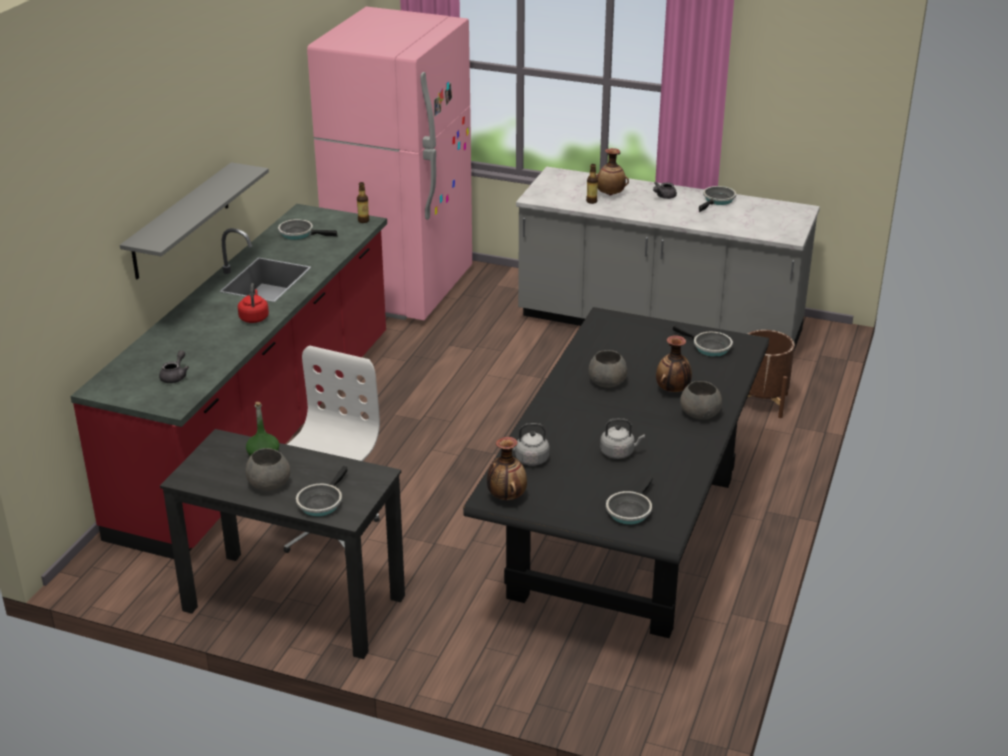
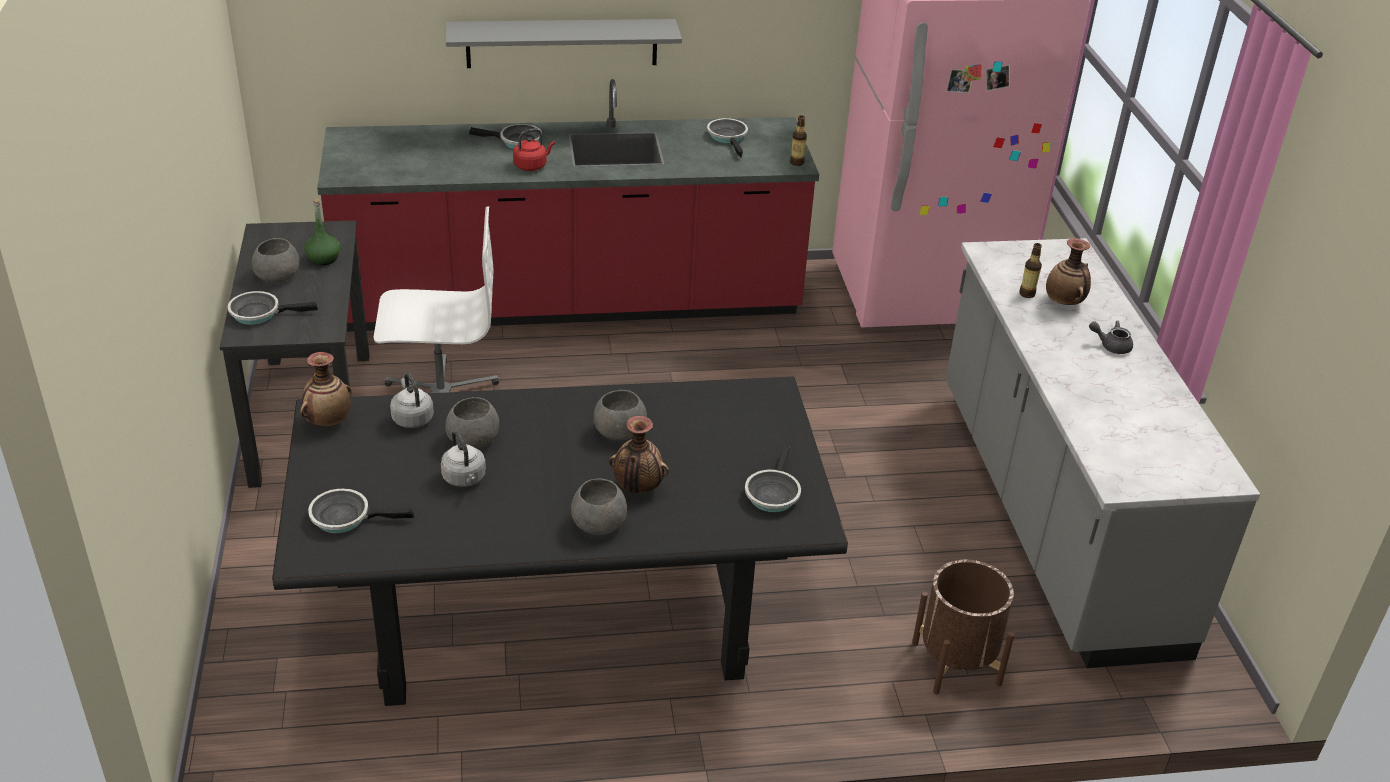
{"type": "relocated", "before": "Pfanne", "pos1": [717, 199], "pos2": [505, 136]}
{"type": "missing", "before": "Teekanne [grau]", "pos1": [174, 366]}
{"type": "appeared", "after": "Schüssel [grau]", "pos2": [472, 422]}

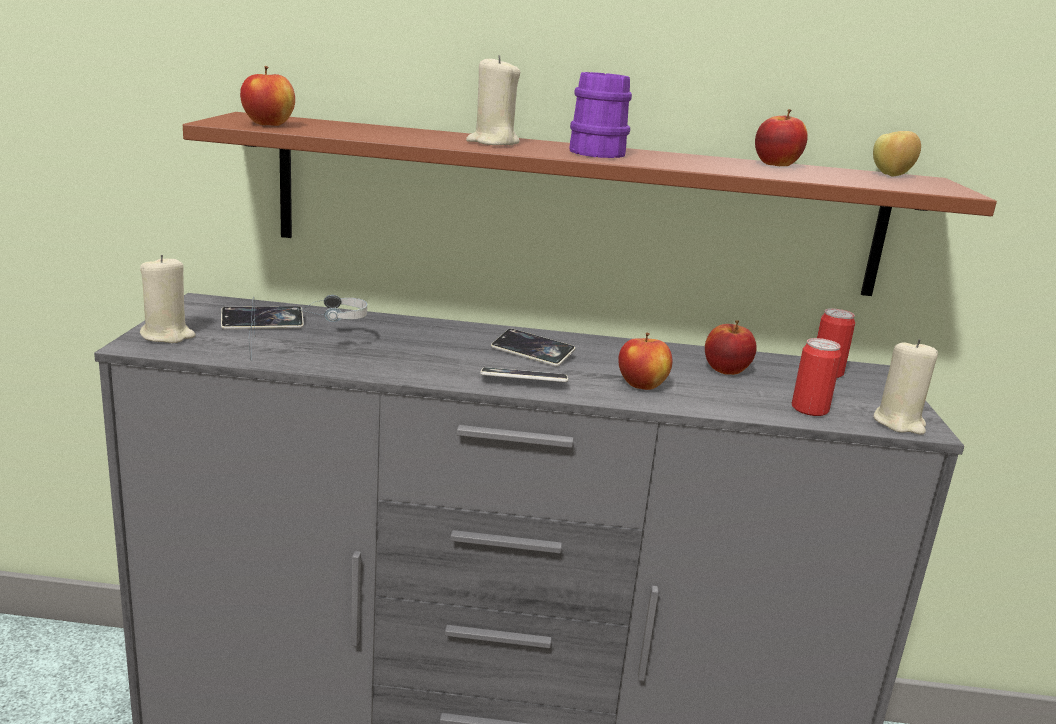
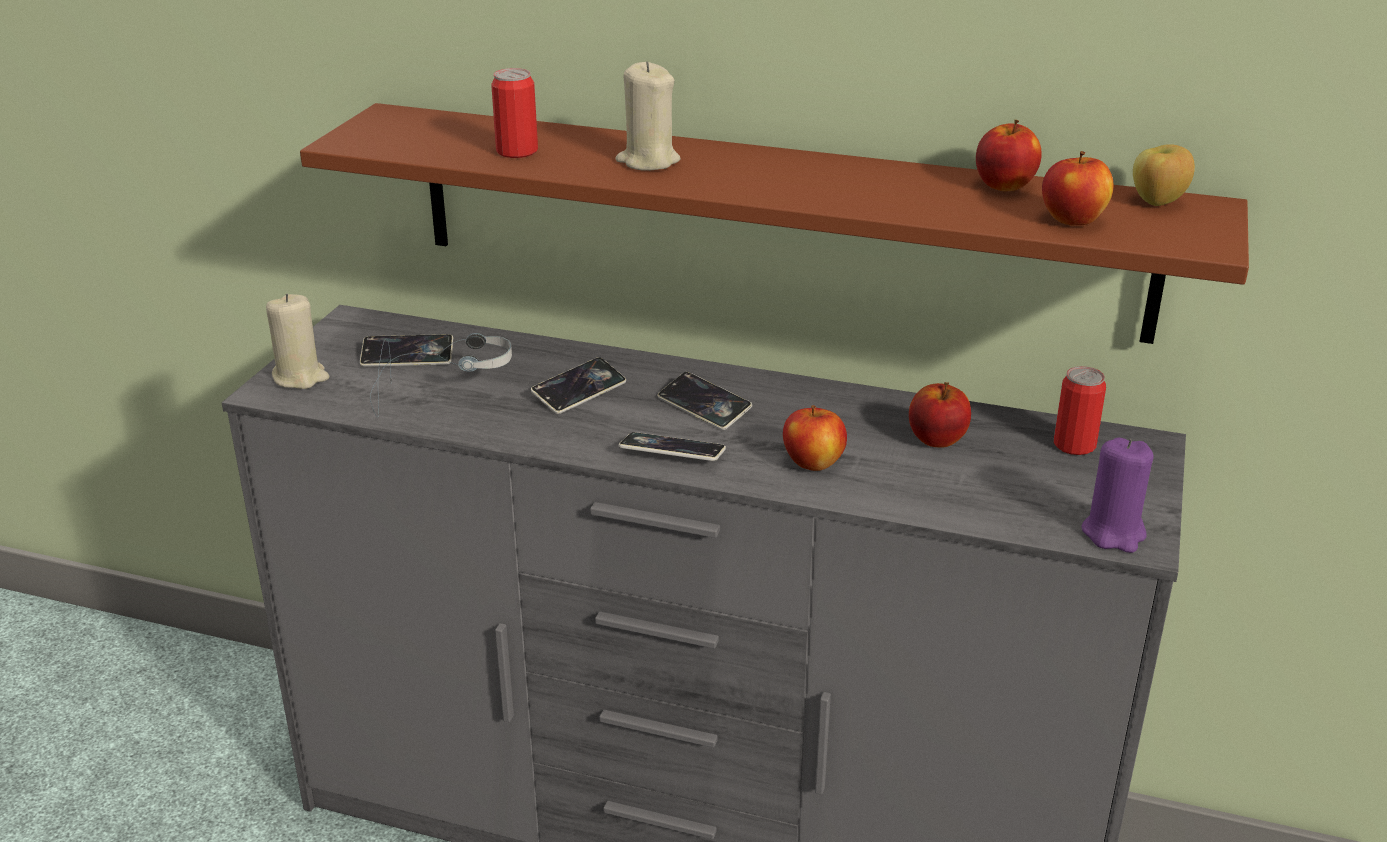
{"type": "relocated", "before": "Apfel", "pos1": [267, 96], "pos2": [1078, 188]}
{"type": "missing", "before": "Henkelbecher [lila]", "pos1": [600, 115]}
{"type": "relocated", "before": "Dose", "pos1": [816, 377], "pos2": [514, 113]}
{"type": "colour", "before": "Kerze [beige]", "after": "Kerze [lila]", "pos1": [905, 386], "pos2": [1117, 495]}
{"type": "appeared", "after": "Handy", "pos2": [578, 385]}

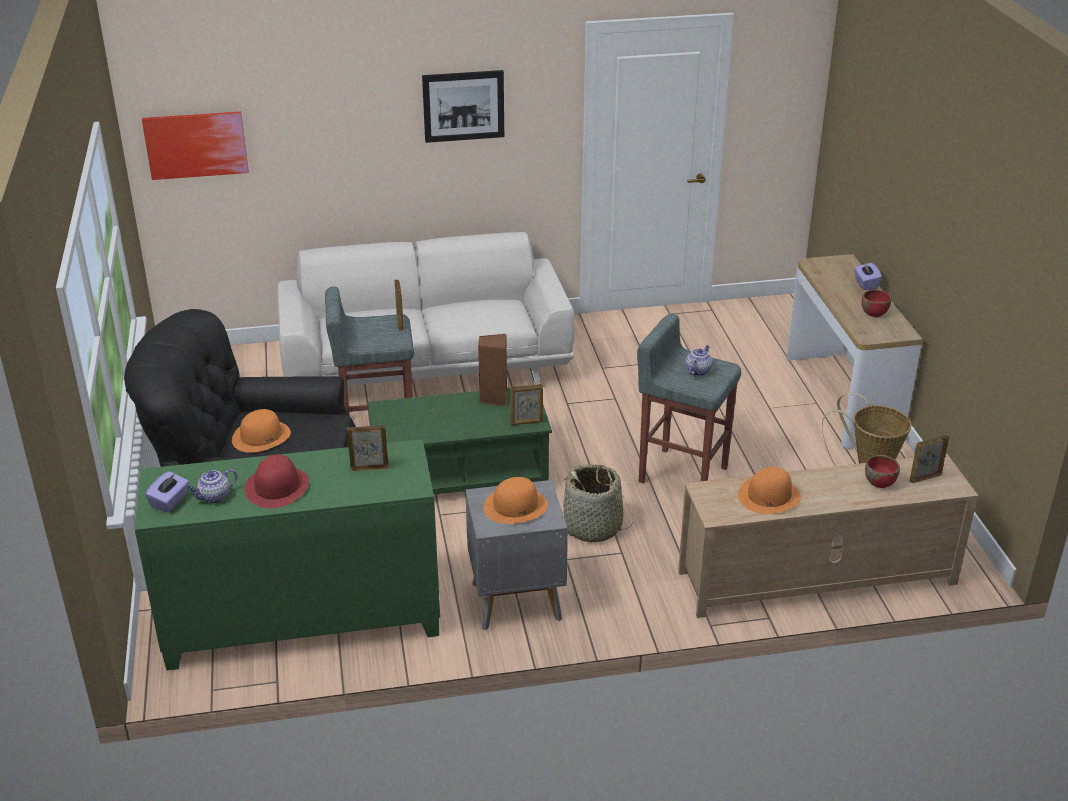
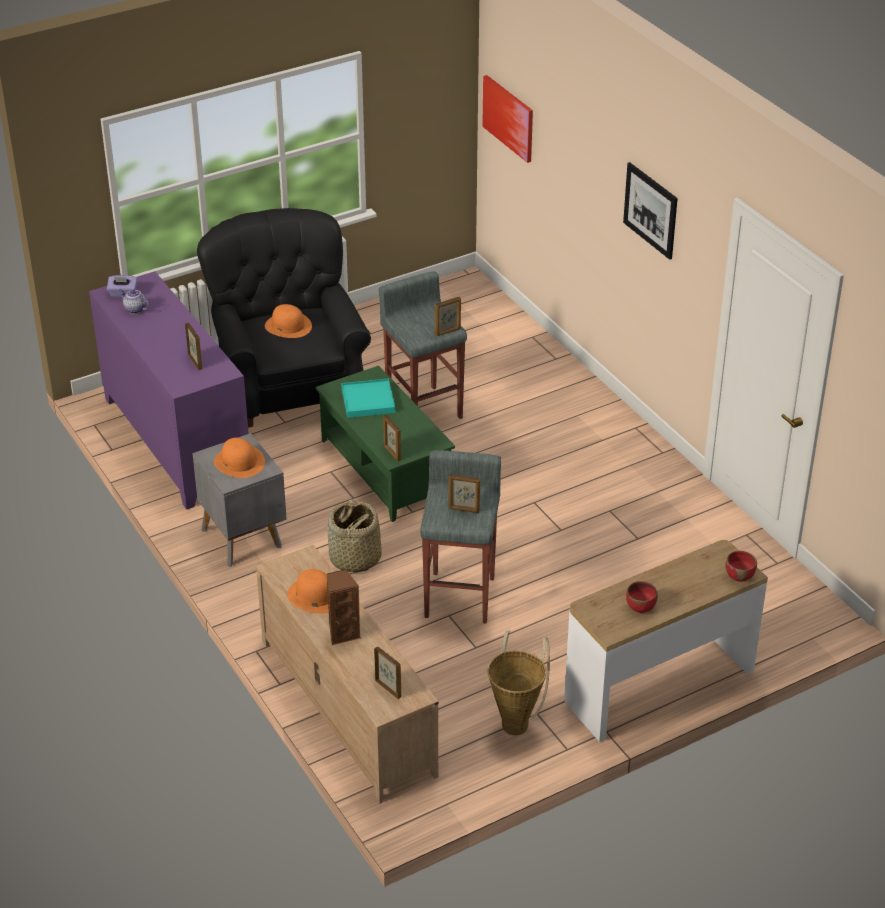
{"type": "missing", "before": "Sofa [weiß]", "pos1": [425, 309]}
{"type": "missing", "before": "Taschentuchbox [lila]", "pos1": [868, 276]}
{"type": "relocated", "before": "Lautsprecher [braun]", "pos1": [492, 370], "pos2": [344, 607]}
{"type": "exchanged", "before": "Teekanne", "after": "Bilderrahmen", "pos1": [699, 360], "pos2": [464, 493]}
{"type": "colour", "before": "Schrank [grün]", "after": "Schrank [lila]", "pos1": [287, 554], "pos2": [169, 390]}
{"type": "missing", "before": "Hut [rot]", "pos1": [277, 481]}
{"type": "relocated", "before": "Schüssel [rot]", "pos1": [882, 471], "pos2": [741, 566]}
{"type": "appeared", "after": "Tablett [türkis]", "pos2": [368, 398]}

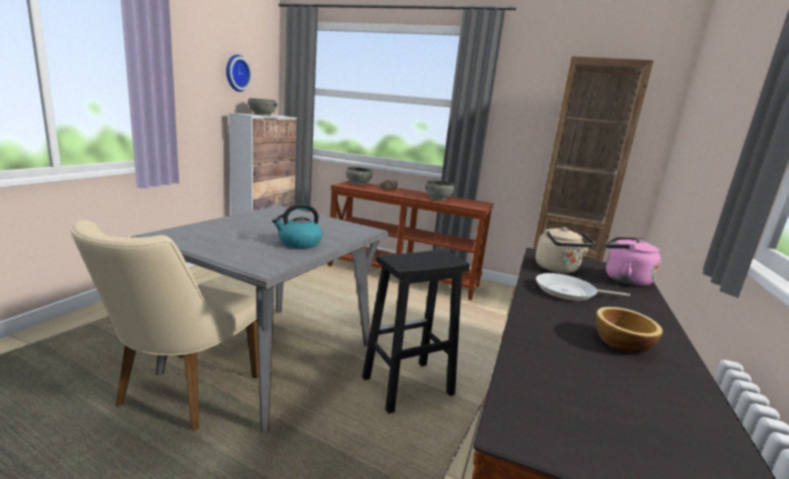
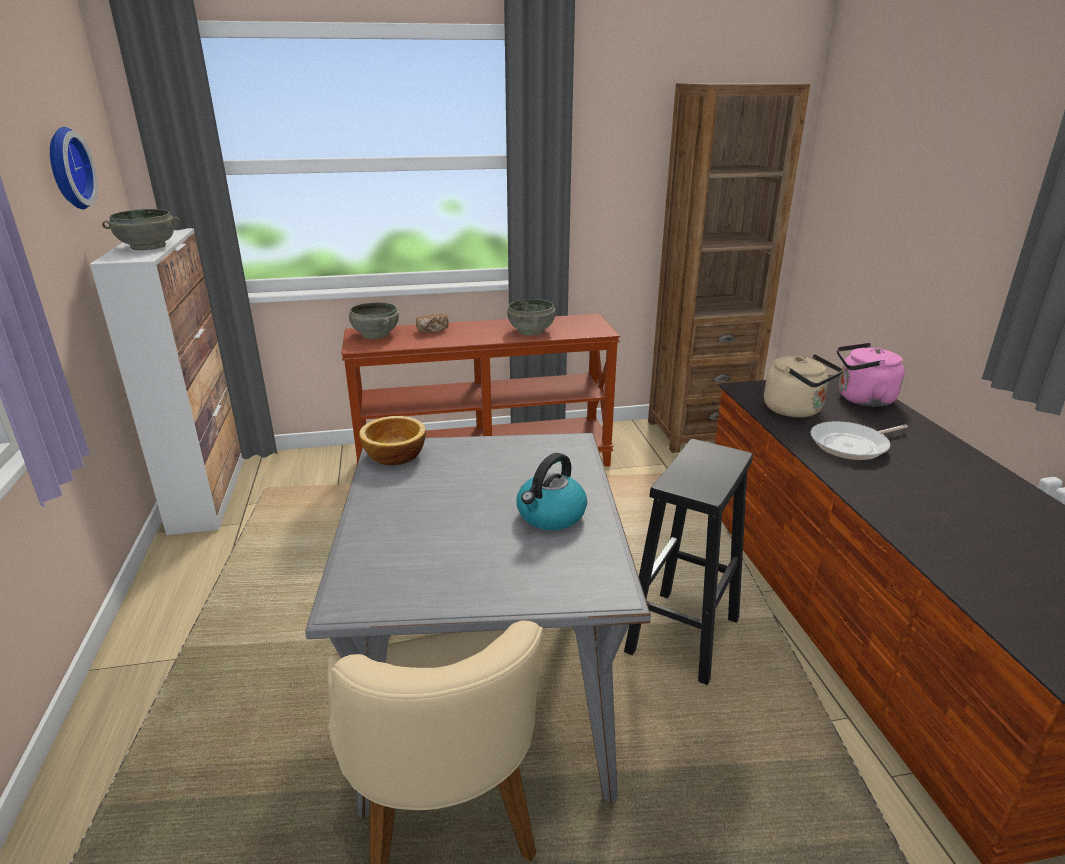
{"type": "relocated", "before": "Schüssel", "pos1": [629, 330], "pos2": [392, 441]}

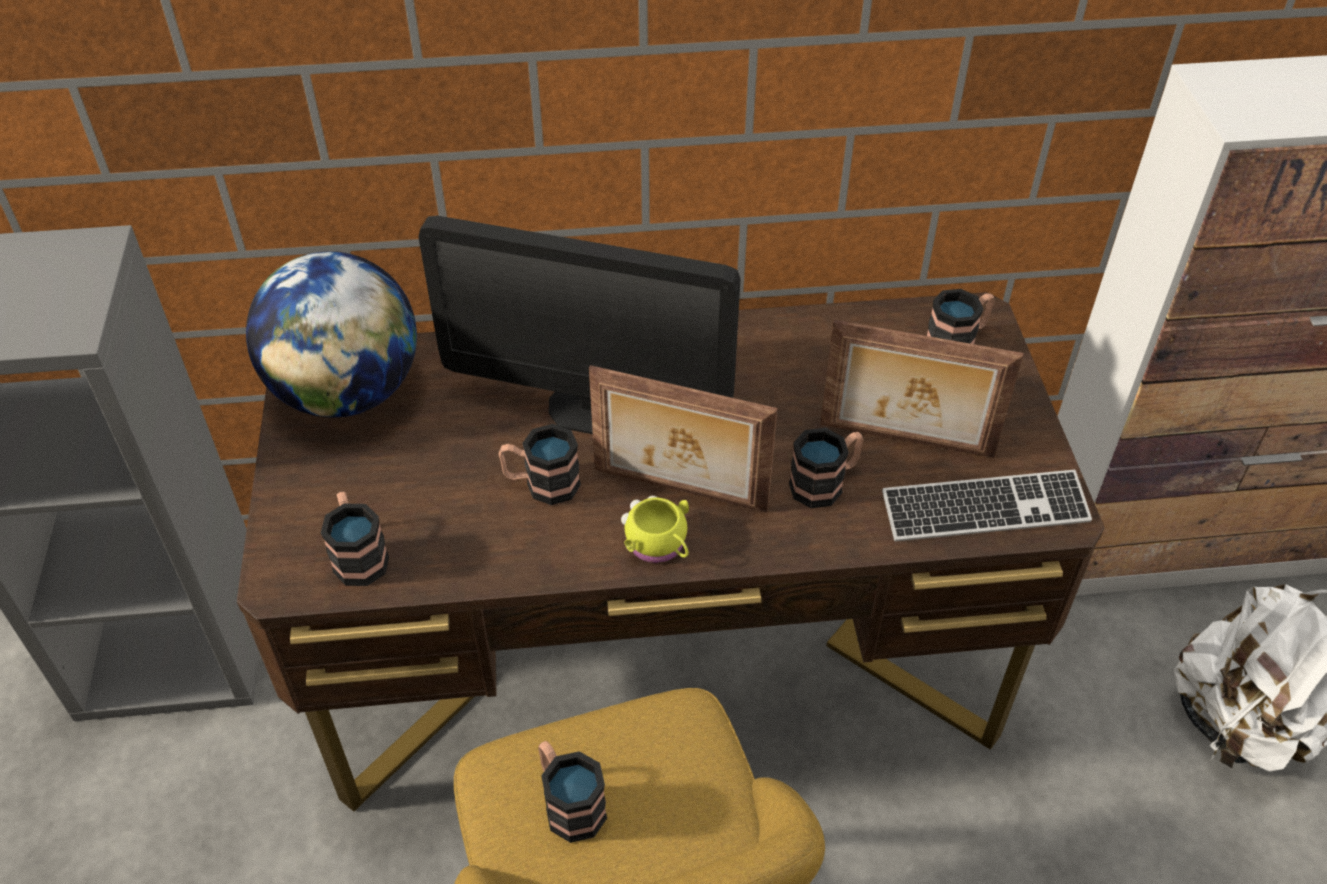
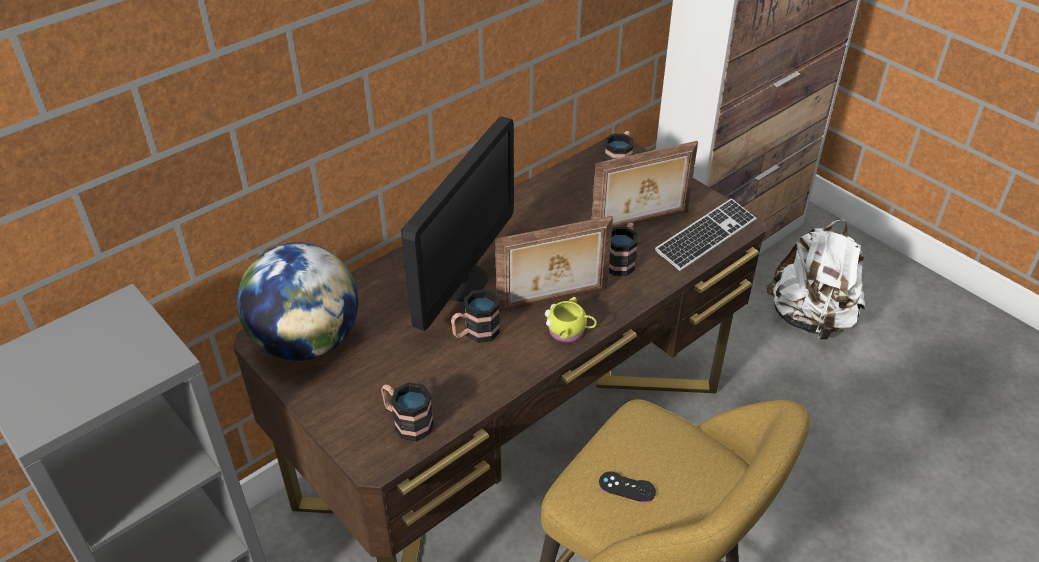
{"type": "spun", "before": "Monitor", "pos1": [579, 324], "pos2": [457, 223], "turn": -45}
{"type": "exchanged", "before": "Henkelbecher", "after": "Gamepad [schwarz]", "pos1": [572, 792], "pos2": [627, 486]}

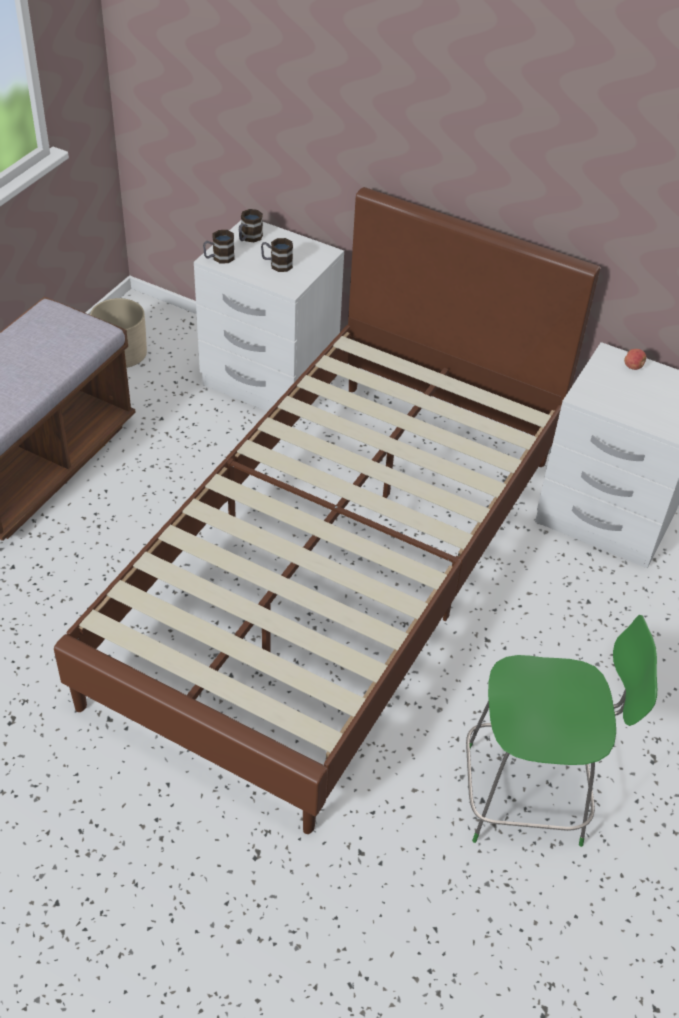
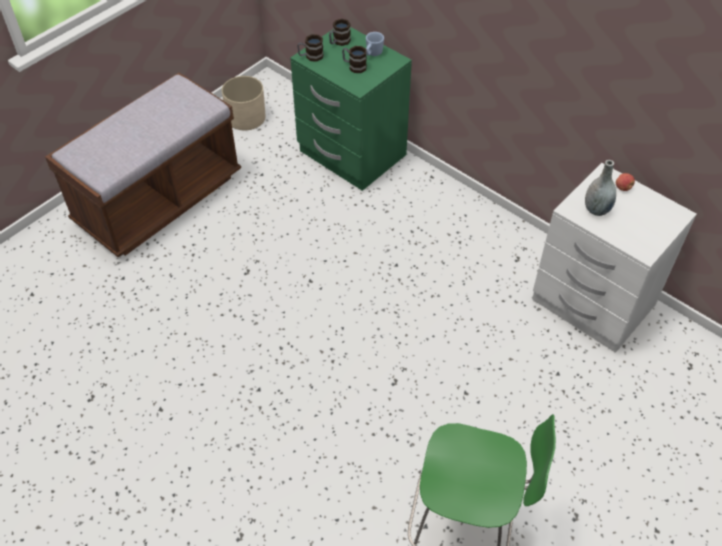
{"type": "missing", "before": "Bett [braun]", "pos1": [327, 510]}
{"type": "colour", "before": "Nachttisch [weiß]", "after": "Nachttisch [grün]", "pos1": [269, 316], "pos2": [351, 109]}
{"type": "appeared", "after": "Henkelbecher [blau]", "pos2": [375, 44]}
{"type": "appeared", "after": "Vase [grau]", "pos2": [600, 188]}

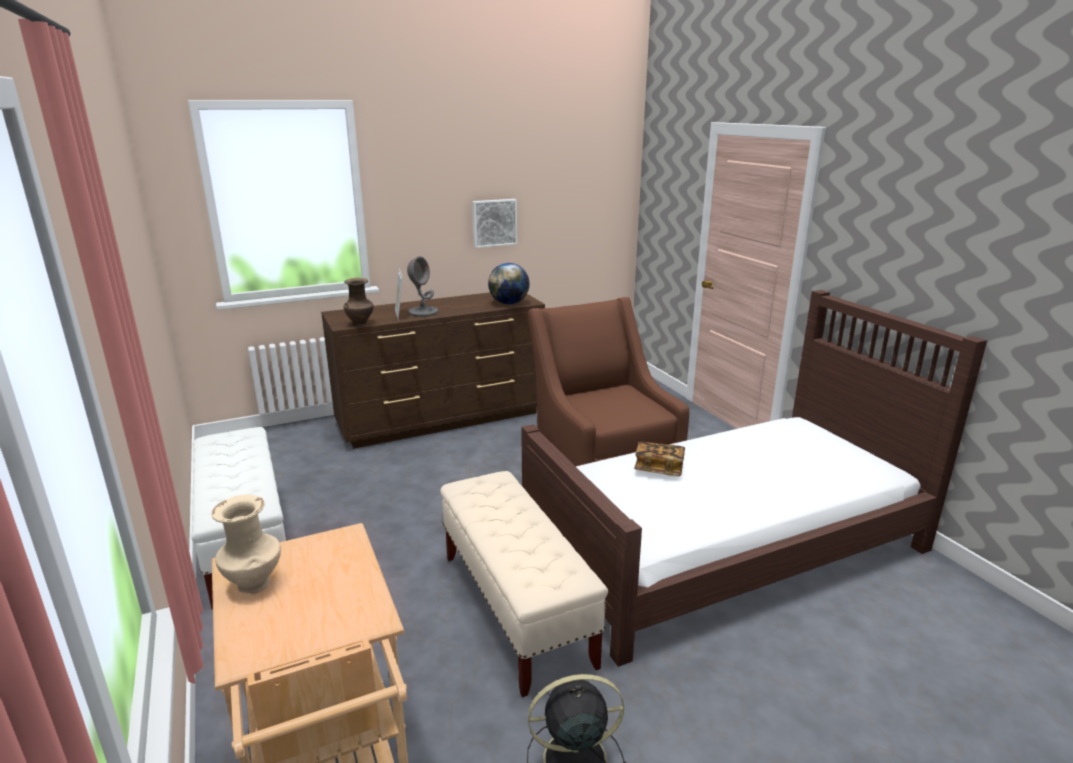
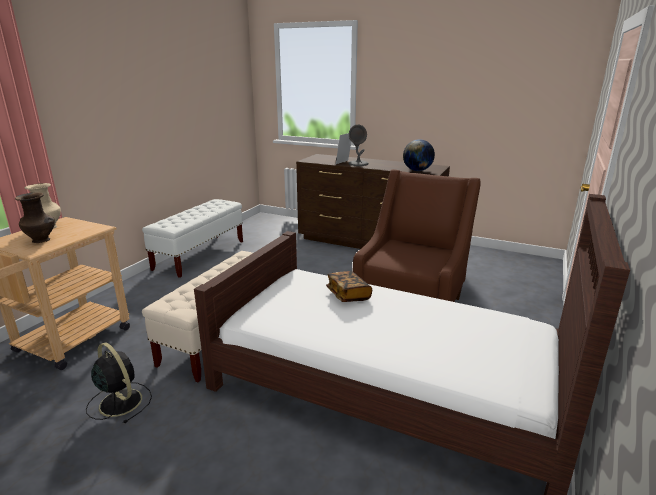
{"type": "missing", "before": "Bild", "pos1": [494, 223]}
{"type": "relocated", "before": "Vase [braun]", "pos1": [358, 302], "pos2": [35, 217]}

